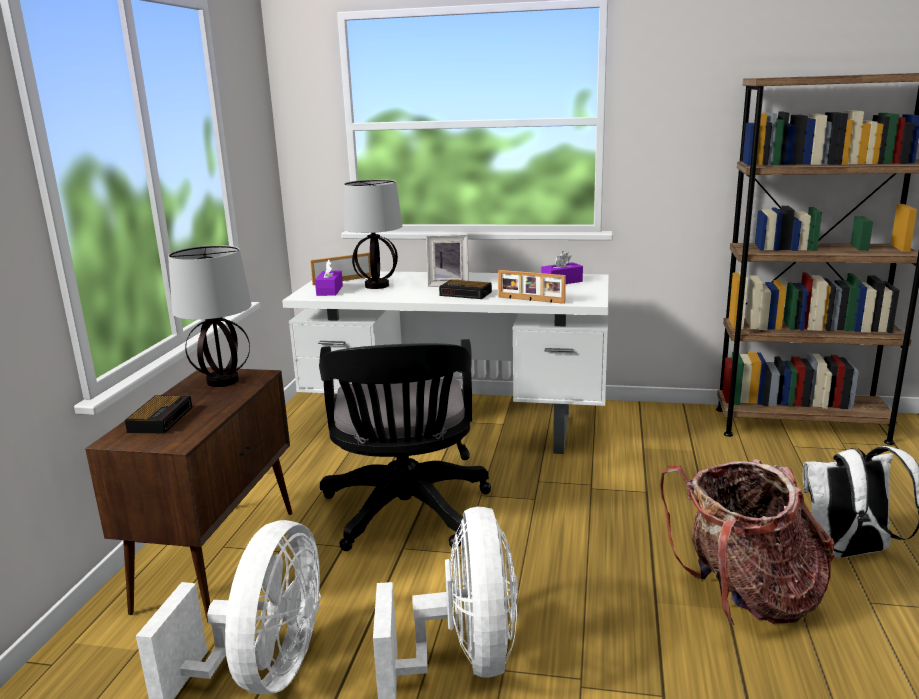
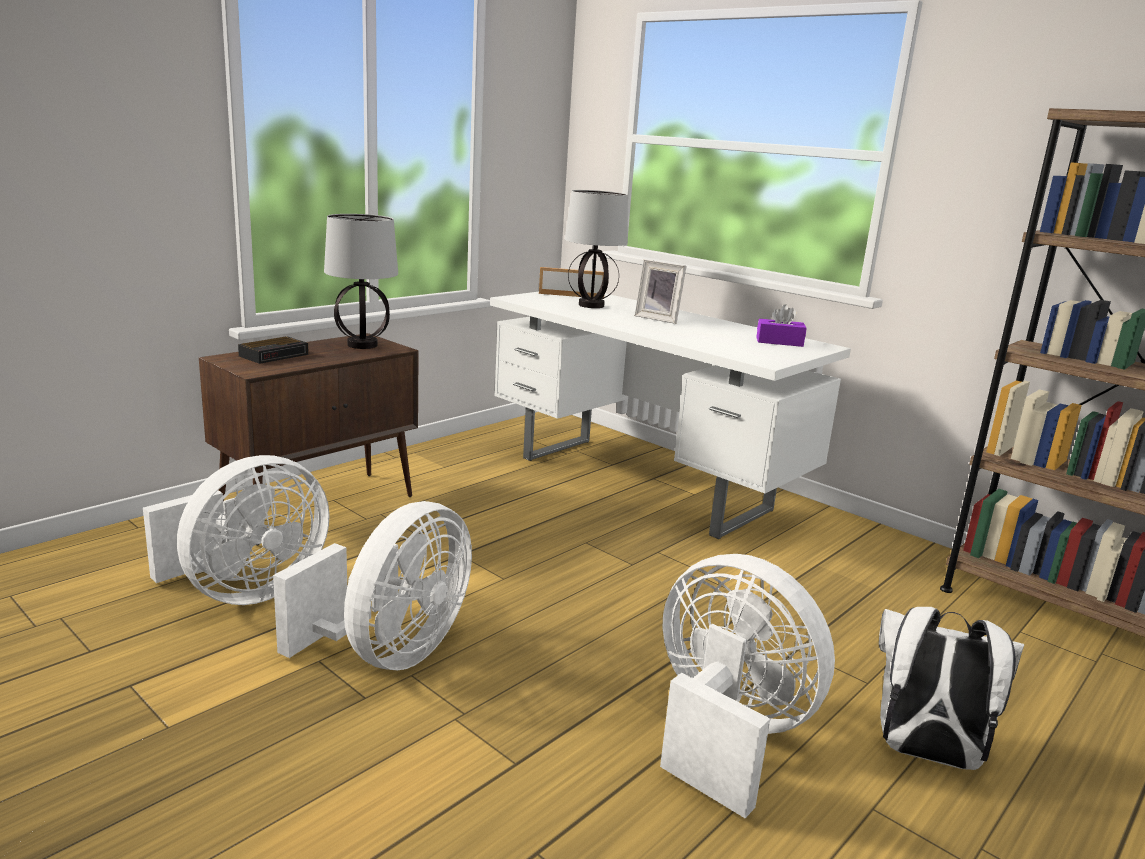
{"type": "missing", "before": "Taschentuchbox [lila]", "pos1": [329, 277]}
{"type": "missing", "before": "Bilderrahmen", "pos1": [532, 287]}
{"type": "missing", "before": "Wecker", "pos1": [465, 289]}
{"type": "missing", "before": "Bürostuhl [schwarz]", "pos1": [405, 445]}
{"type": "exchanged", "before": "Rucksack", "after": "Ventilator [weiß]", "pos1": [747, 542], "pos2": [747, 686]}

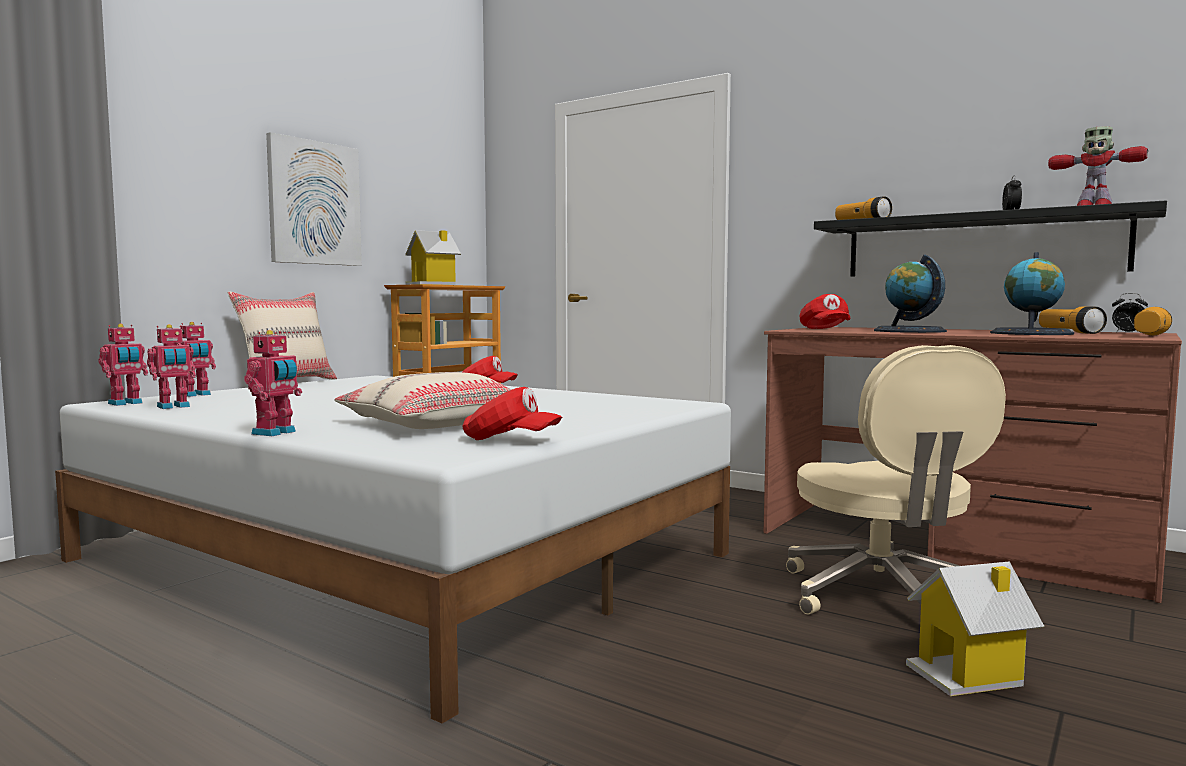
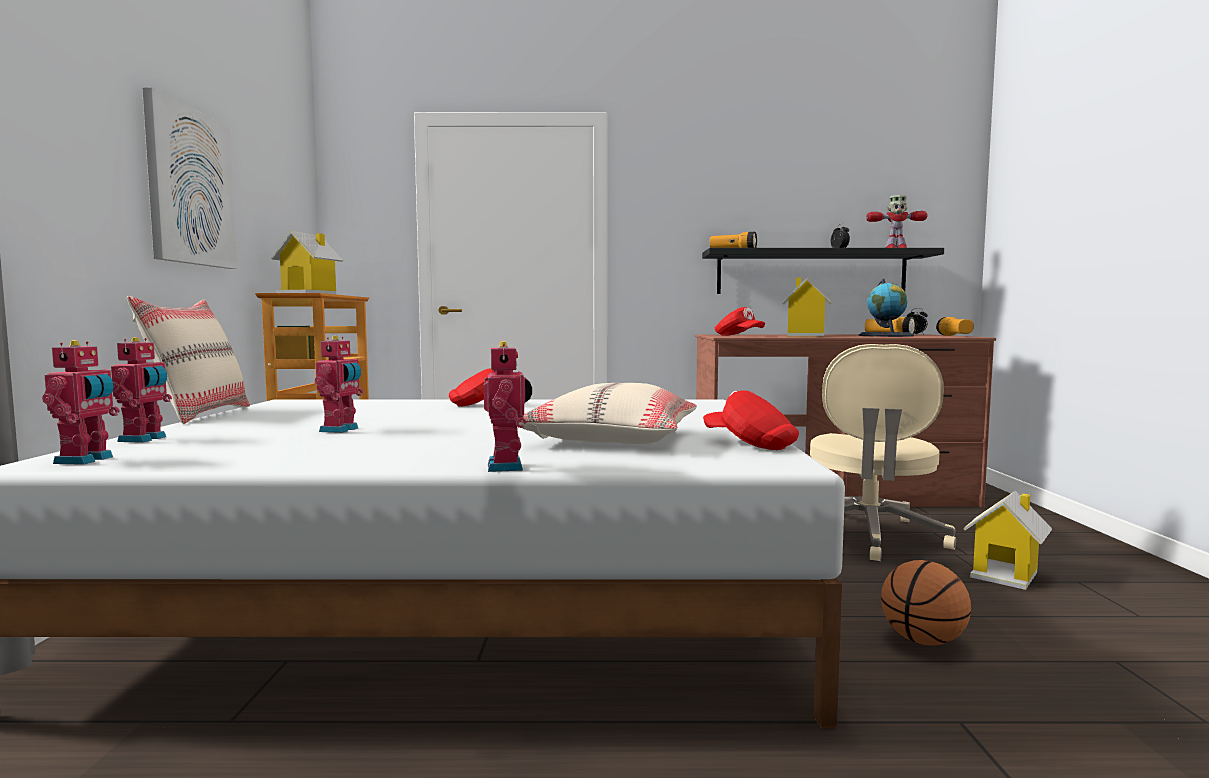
{"type": "exchanged", "before": "Globus", "after": "Spielzeughaus", "pos1": [910, 294], "pos2": [807, 307]}
{"type": "relocated", "before": "Spielzeugroboter", "pos1": [171, 366], "pos2": [339, 384]}
{"type": "spun", "before": "Bürostuhl [beige]", "pos1": [896, 479], "pos2": [883, 452], "turn": 60}
{"type": "spun", "before": "Kappe [rot]", "pos1": [512, 413], "pos2": [751, 420], "turn": -120}
{"type": "appeared", "after": "Basketball", "pos2": [926, 603]}

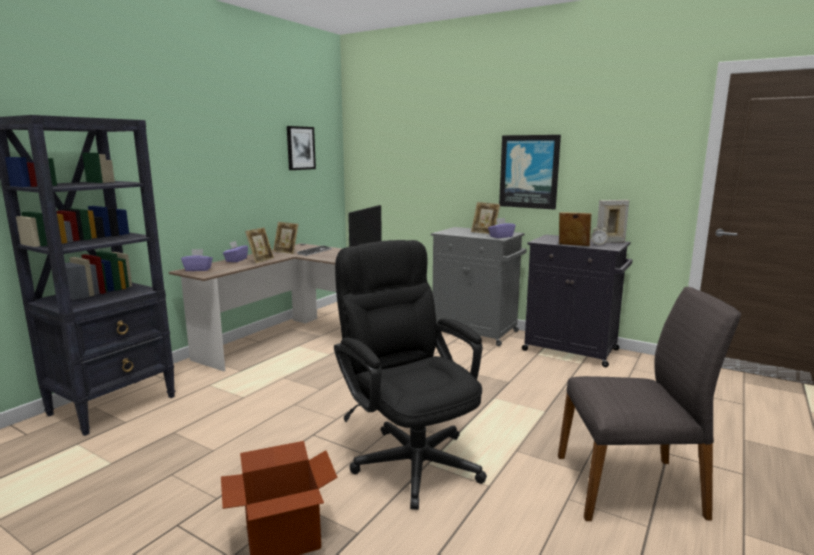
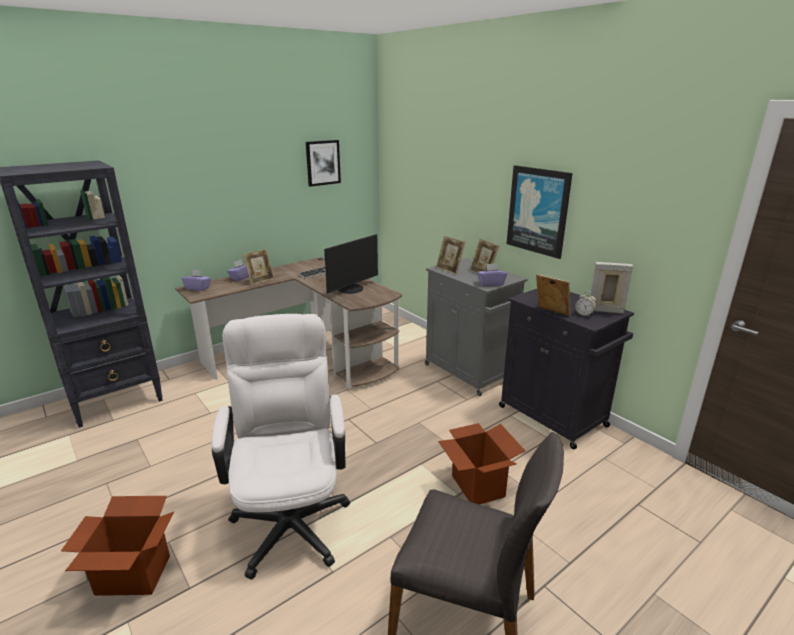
{"type": "relocated", "before": "Bilderrahmen", "pos1": [285, 238], "pos2": [451, 255]}
{"type": "colour", "before": "Bürostuhl [schwarz]", "after": "Bürostuhl [weiß]", "pos1": [410, 375], "pos2": [281, 447]}
{"type": "appeared", "after": "Karton", "pos2": [481, 464]}

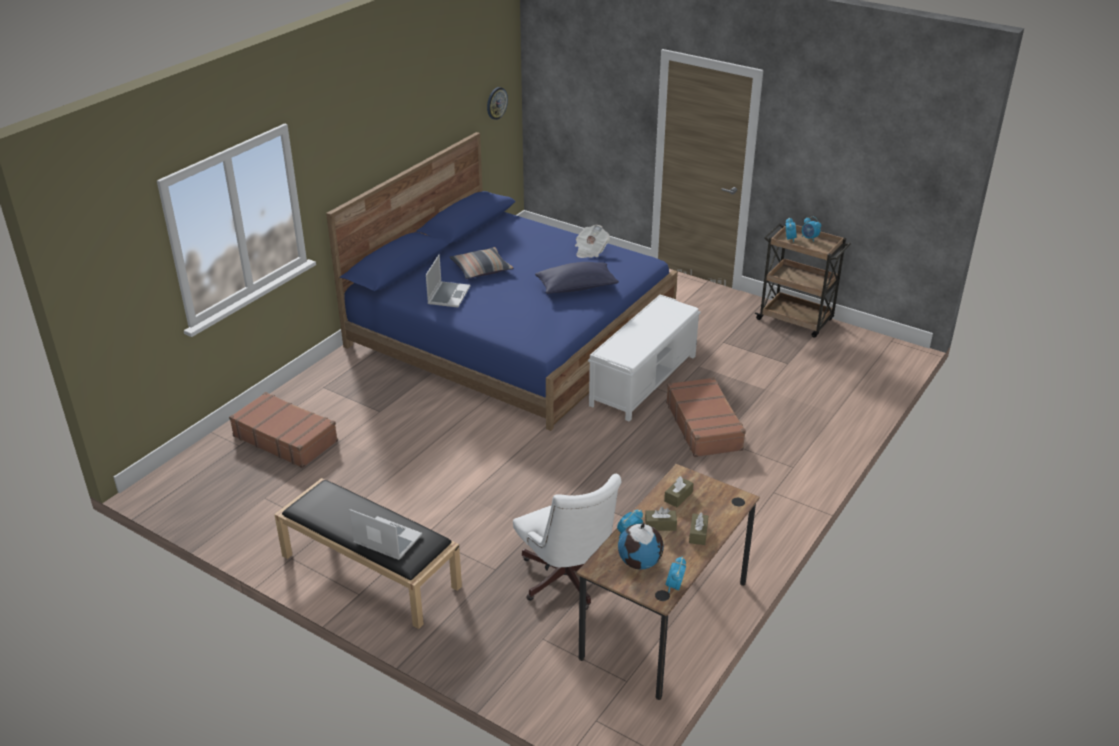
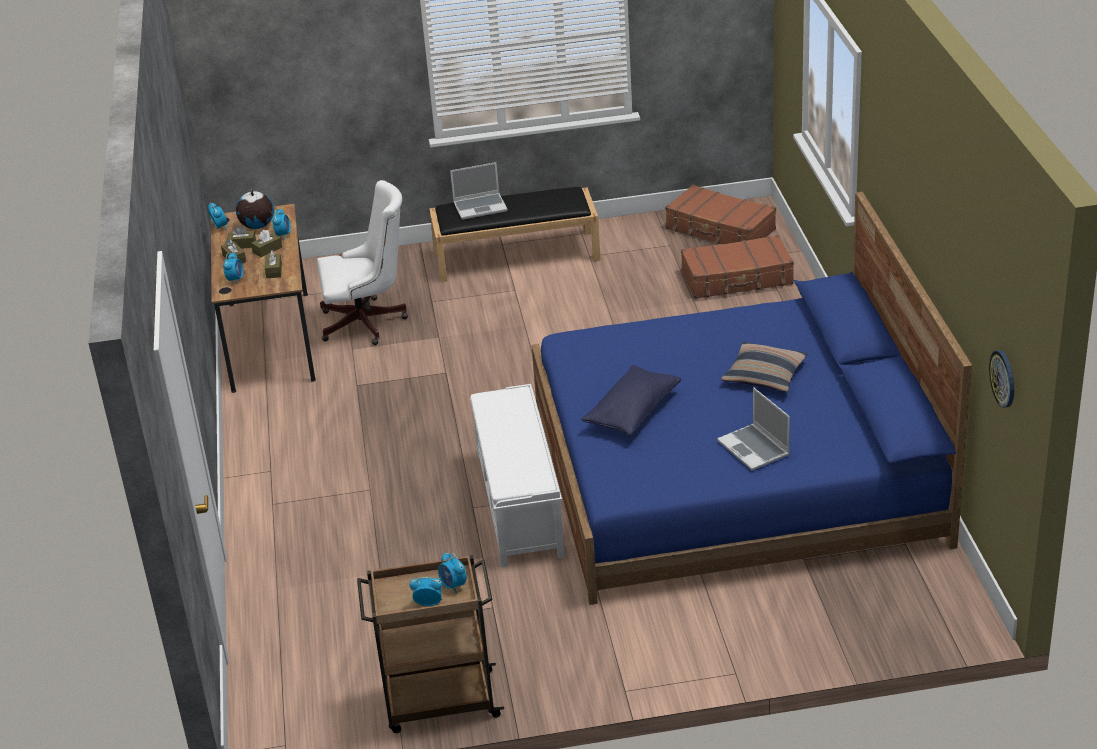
{"type": "missing", "before": "Zeitung", "pos1": [592, 241]}
{"type": "relocated", "before": "Laptop", "pos1": [448, 281], "pos2": [753, 428]}
{"type": "relocated", "before": "Koffer [braun]", "pos1": [706, 417], "pos2": [720, 214]}
{"type": "spun", "before": "Bürostuhl [weiß]", "pos1": [567, 542], "pos2": [362, 262], "turn": 150}
{"type": "appeared", "after": "Taschentuchbox [braun]", "pos2": [241, 237]}
{"type": "appeared", "after": "Wecker", "pos2": [233, 268]}

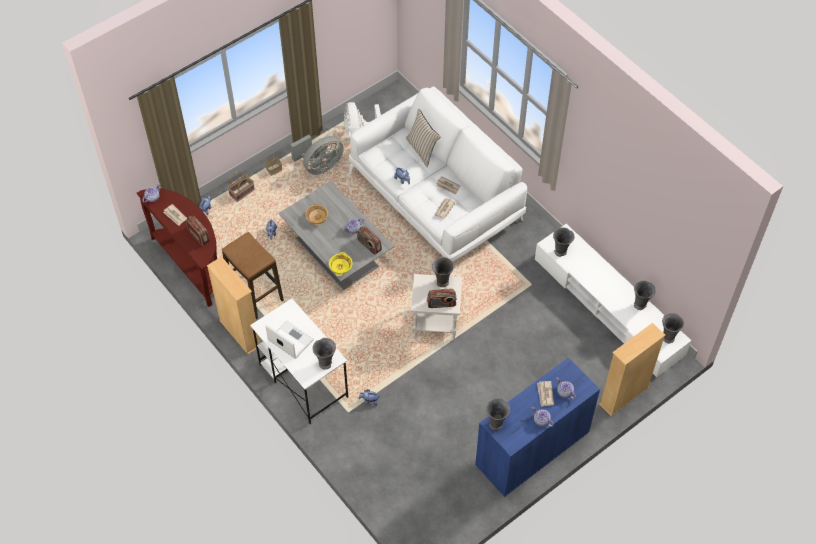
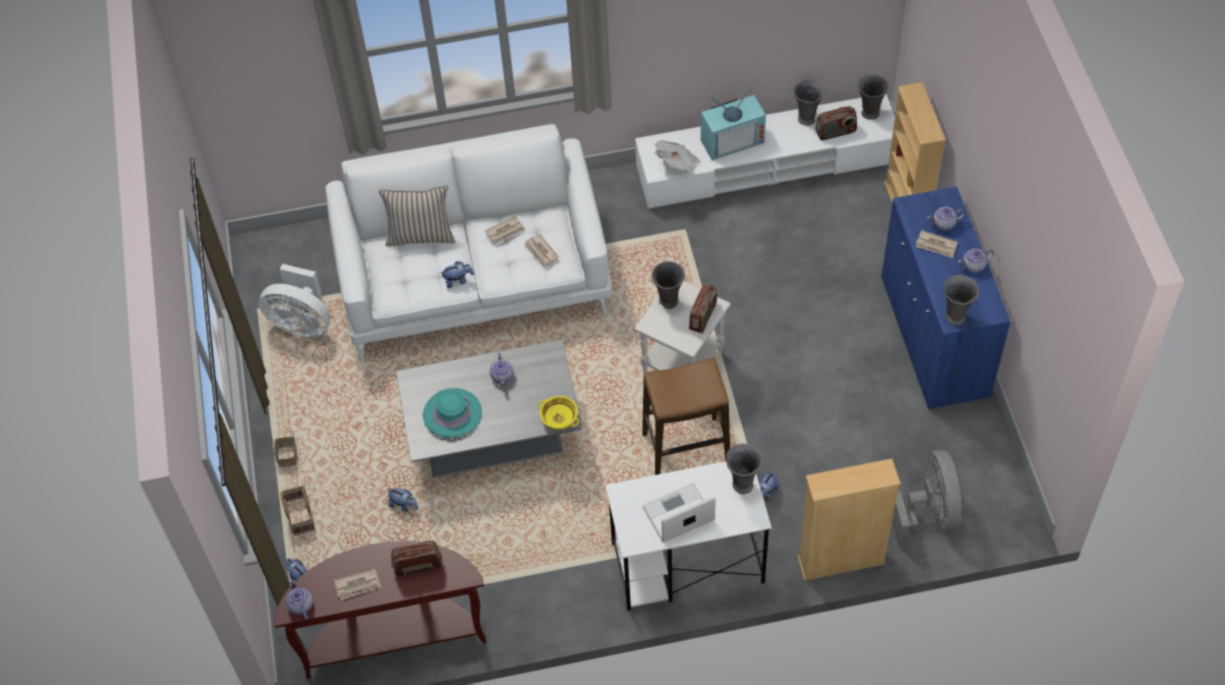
{"type": "relocated", "before": "Ventilator [grau]", "pos1": [317, 155], "pos2": [928, 498]}
{"type": "exchanged", "before": "Schüssel [beige]", "after": "Hut [türkis]", "pos1": [316, 214], "pos2": [452, 413]}
{"type": "relocated", "before": "Radio", "pos1": [369, 240], "pos2": [836, 123]}
{"type": "exchanged", "before": "Vase [grau]", "after": "Zeitung", "pos1": [564, 242], "pos2": [677, 155]}
{"type": "relocated", "before": "Hocker", "pos1": [253, 275], "pos2": [686, 416]}
{"type": "relocated", "before": "Bücherregal [beige]", "pos1": [233, 305], "pos2": [849, 520]}
{"type": "appeared", "after": "Fernseher", "pos2": [733, 117]}

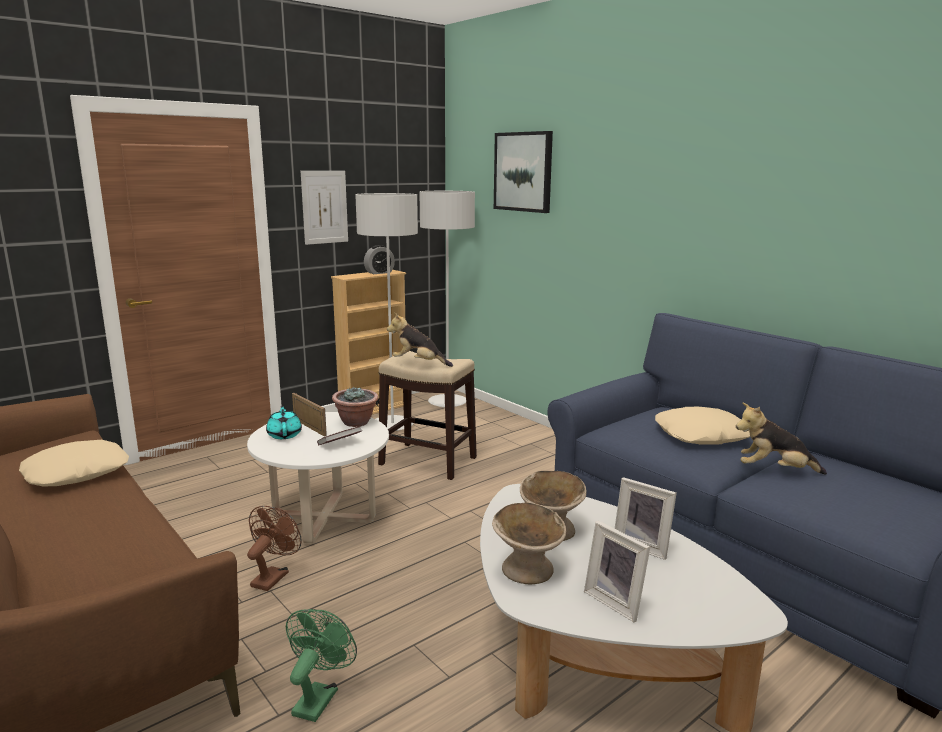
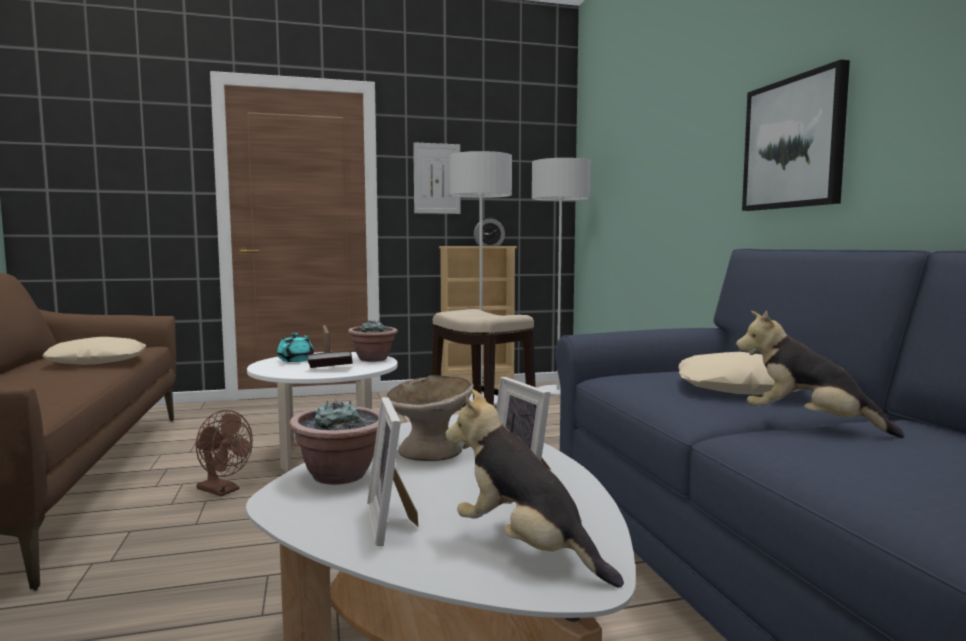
{"type": "relocated", "before": "Bild", "pos1": [523, 172], "pos2": [796, 135]}
{"type": "relocated", "before": "Plüschtier", "pos1": [420, 340], "pos2": [534, 488]}
{"type": "exchanged", "before": "Schüssel [beige]", "after": "Topfpflanze", "pos1": [529, 543], "pos2": [334, 442]}
{"type": "spun", "before": "Ventilator [braun]", "pos1": [274, 548], "pos2": [224, 453], "turn": 75}
{"type": "missing", "before": "Ventilator [grün]", "pos1": [321, 665]}

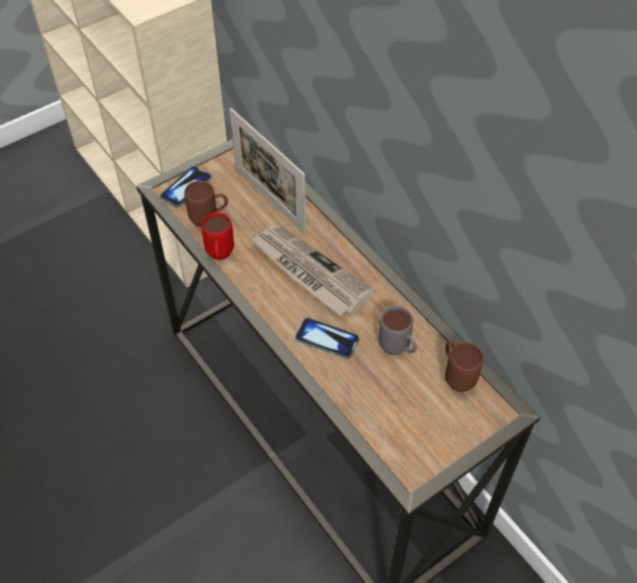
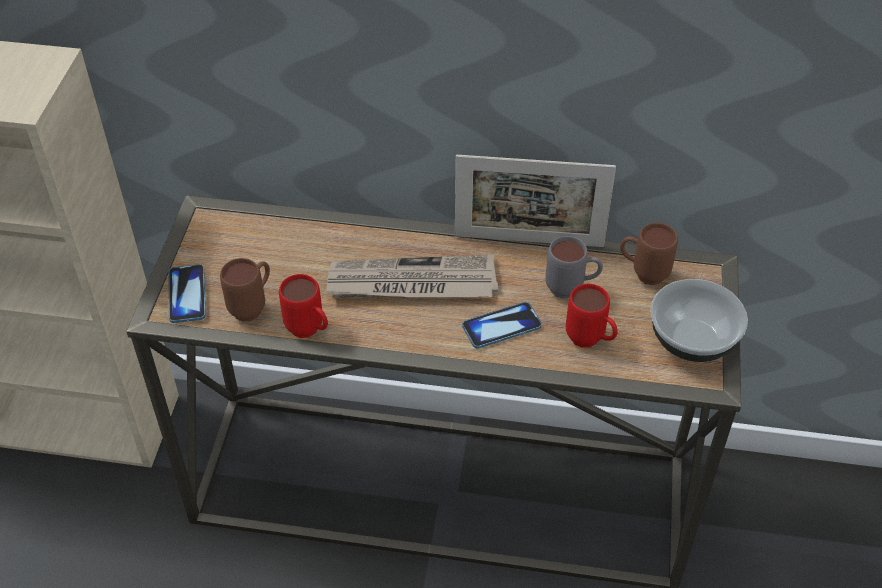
{"type": "relocated", "before": "Bilderrahmen", "pos1": [268, 171], "pos2": [535, 201]}
{"type": "appeared", "after": "Schüssel", "pos2": [699, 320]}
{"type": "appeared", "after": "Henkelbecher [rot]", "pos2": [592, 316]}

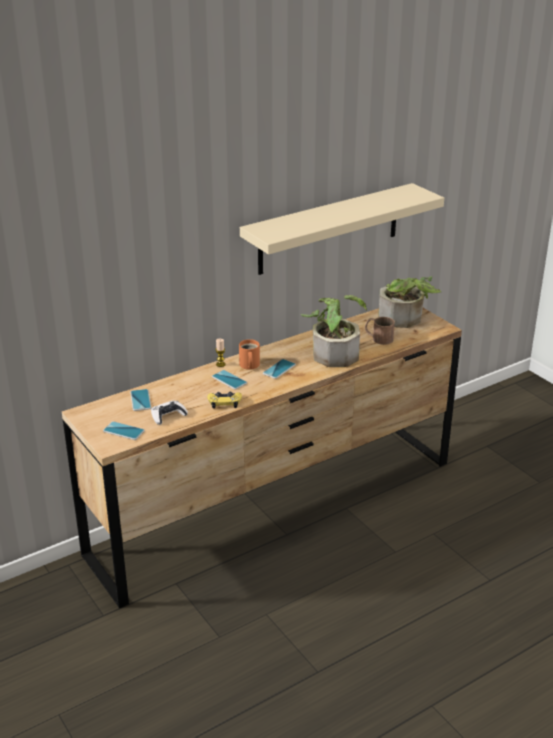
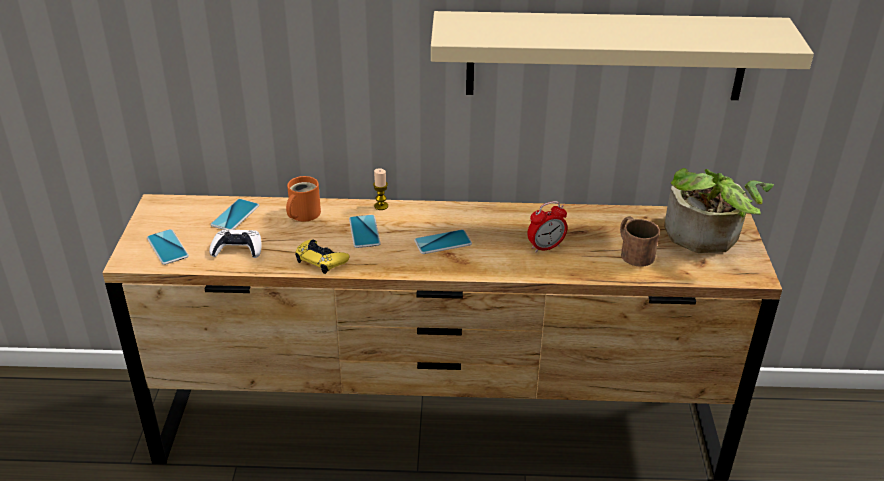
{"type": "exchanged", "before": "Topfpflanze", "after": "Wecker", "pos1": [334, 331], "pos2": [547, 227]}
{"type": "relocated", "before": "Henkelbecher [orange]", "pos1": [249, 354], "pos2": [303, 198]}

